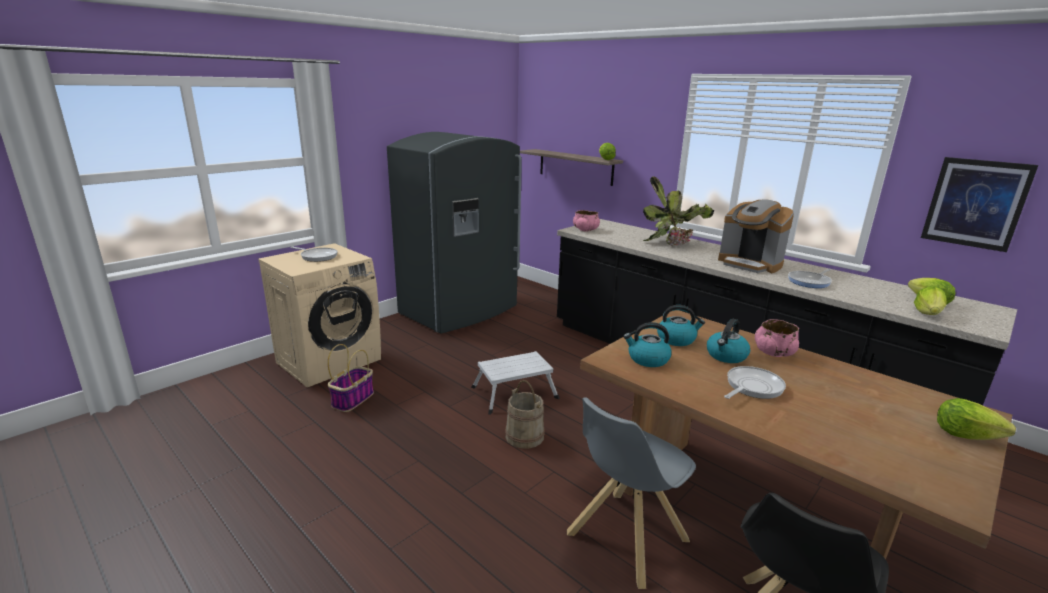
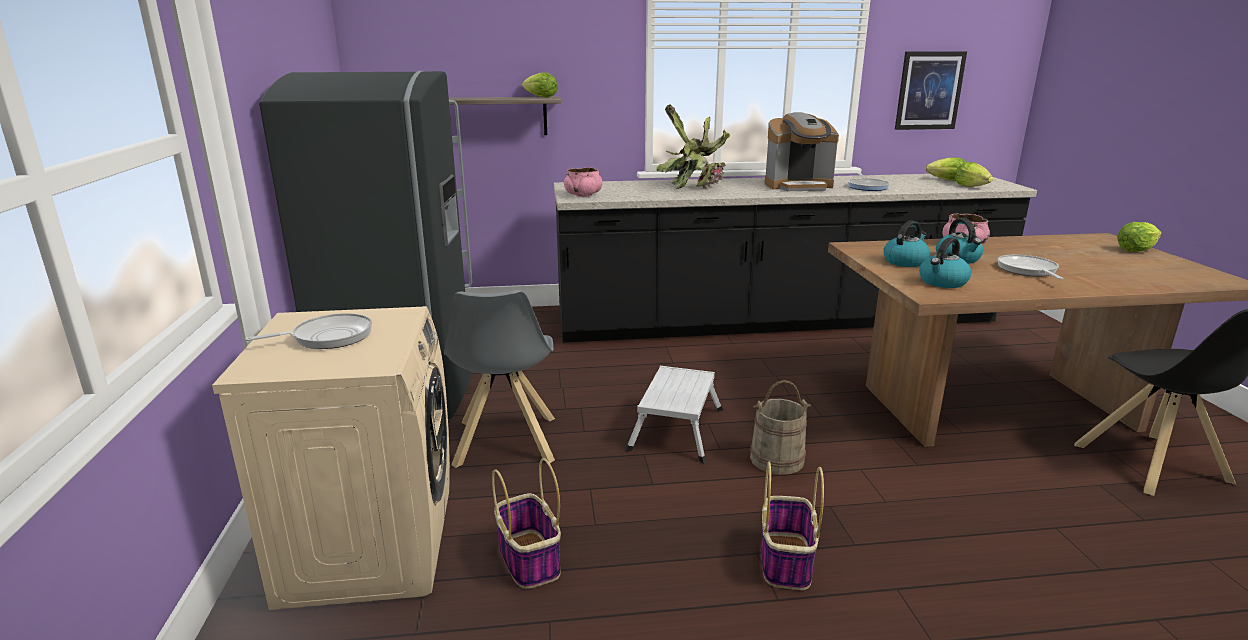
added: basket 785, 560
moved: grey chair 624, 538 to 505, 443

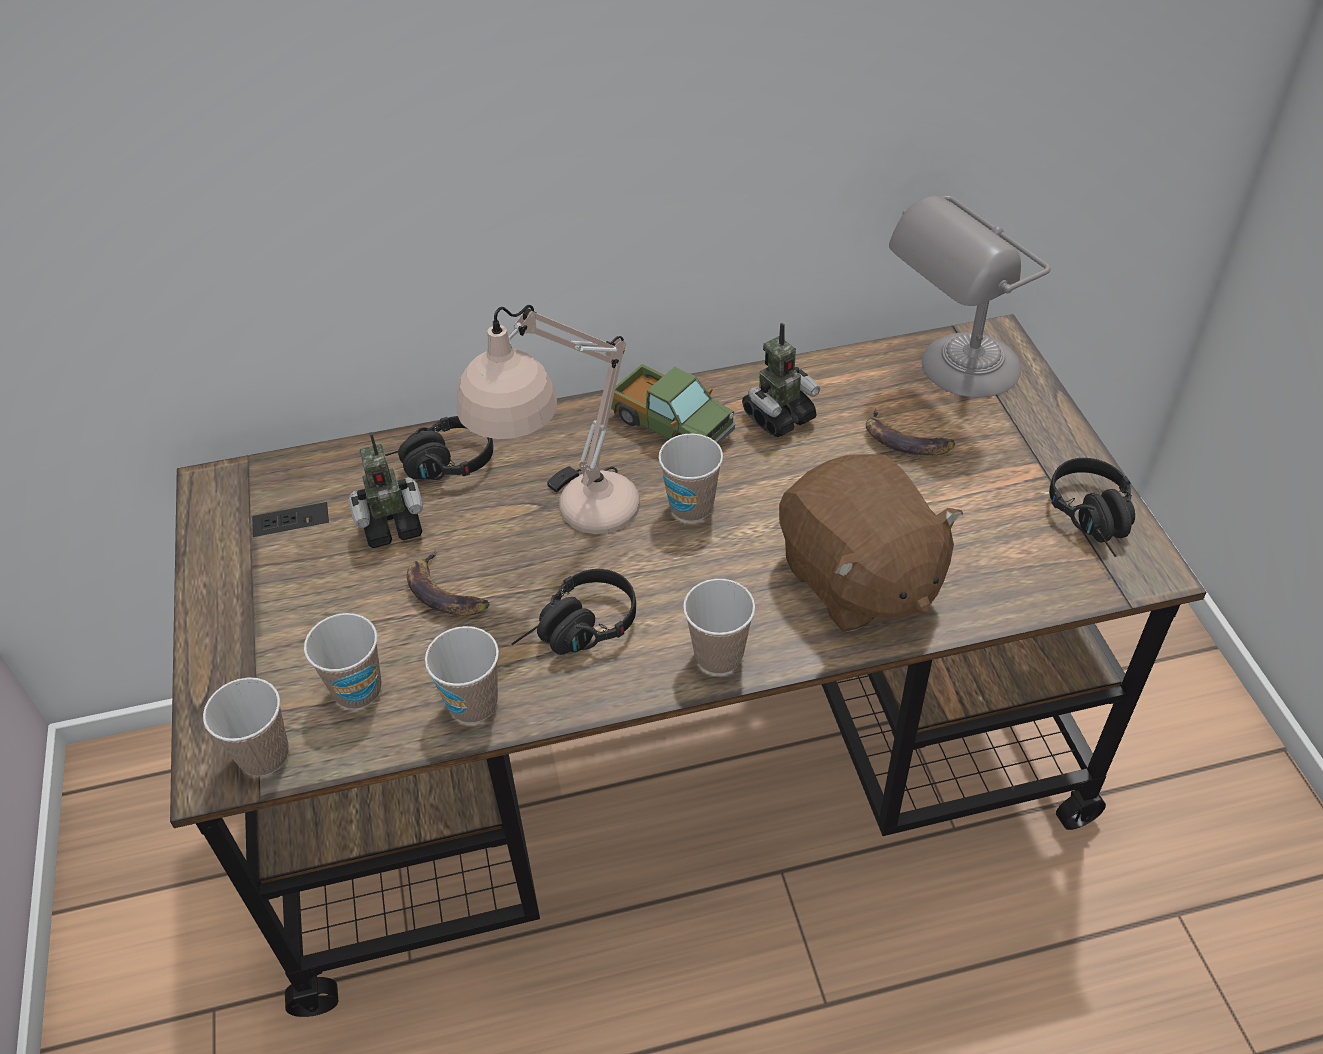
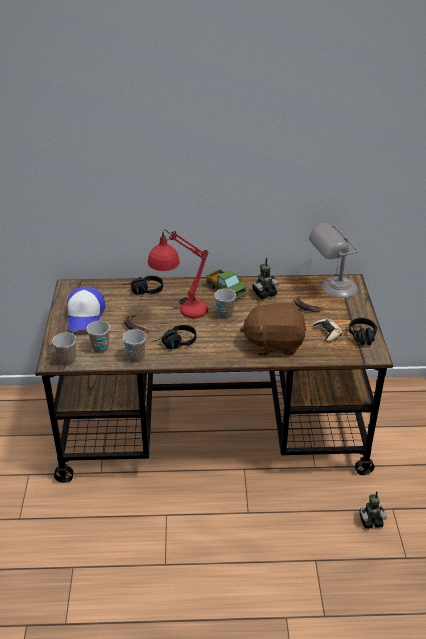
removed: cup 718, 655
added: cap 85, 316; beige game controller 327, 332
moved: toy robot 392, 526 to 370, 520
recoloured: beige table lamp 566, 528 to red table lamp 180, 315
turned: brown plush toy 858, 580 = 274, 343 105 degrees clockwise

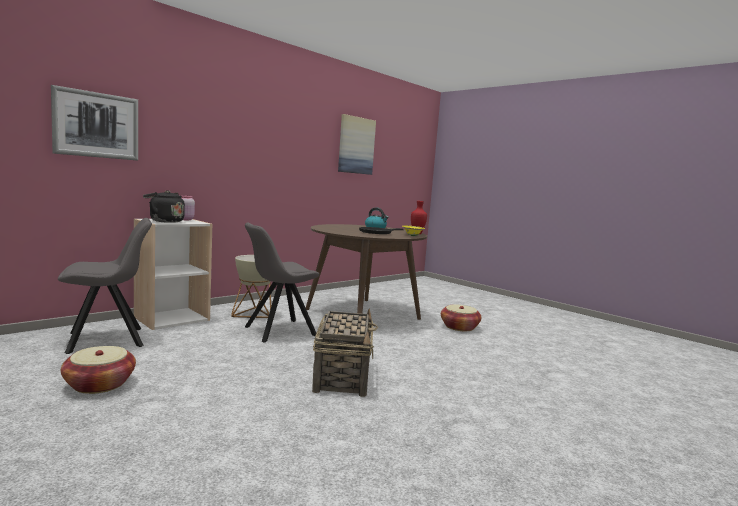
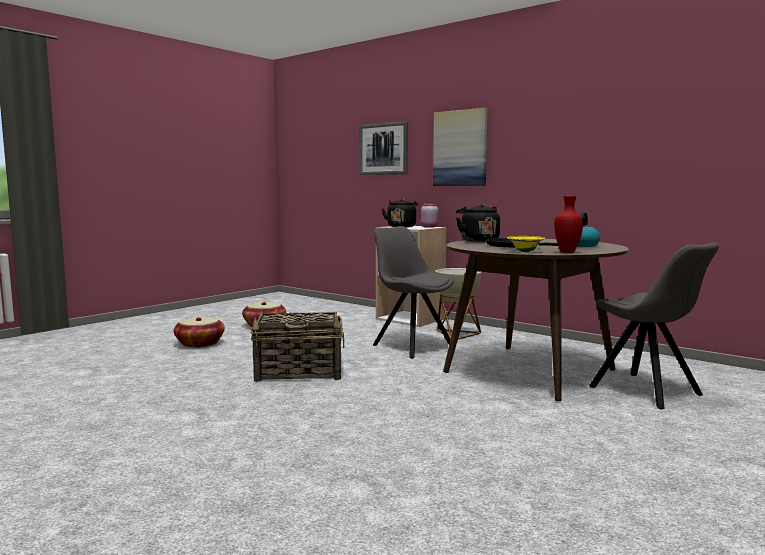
added: black kettle 478, 241
moved: picture 356, 145 to 460, 148; grey chair 107, 340 to 646, 391; basket 459, 327 to 200, 344

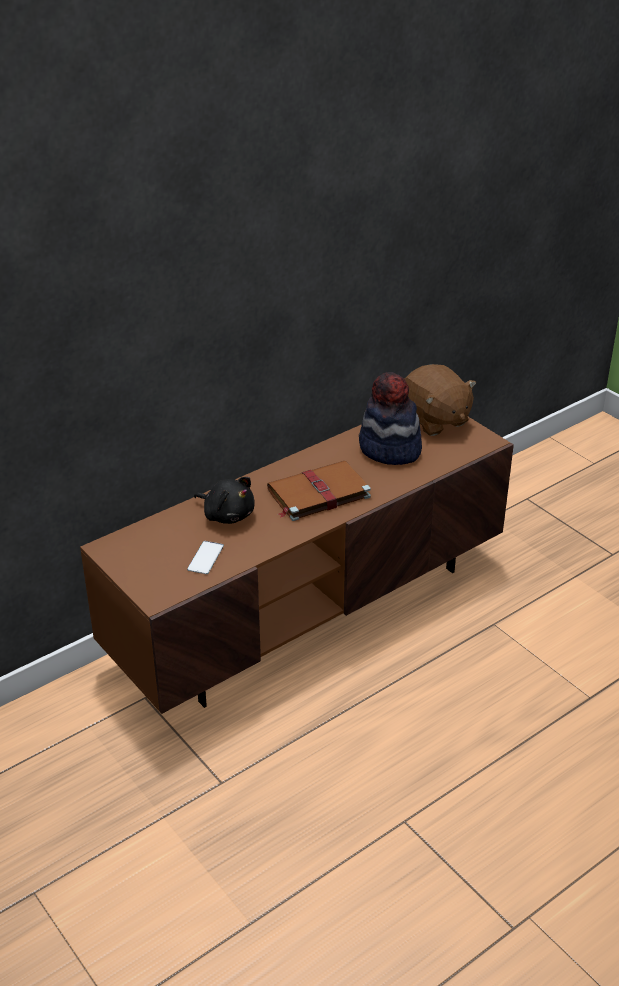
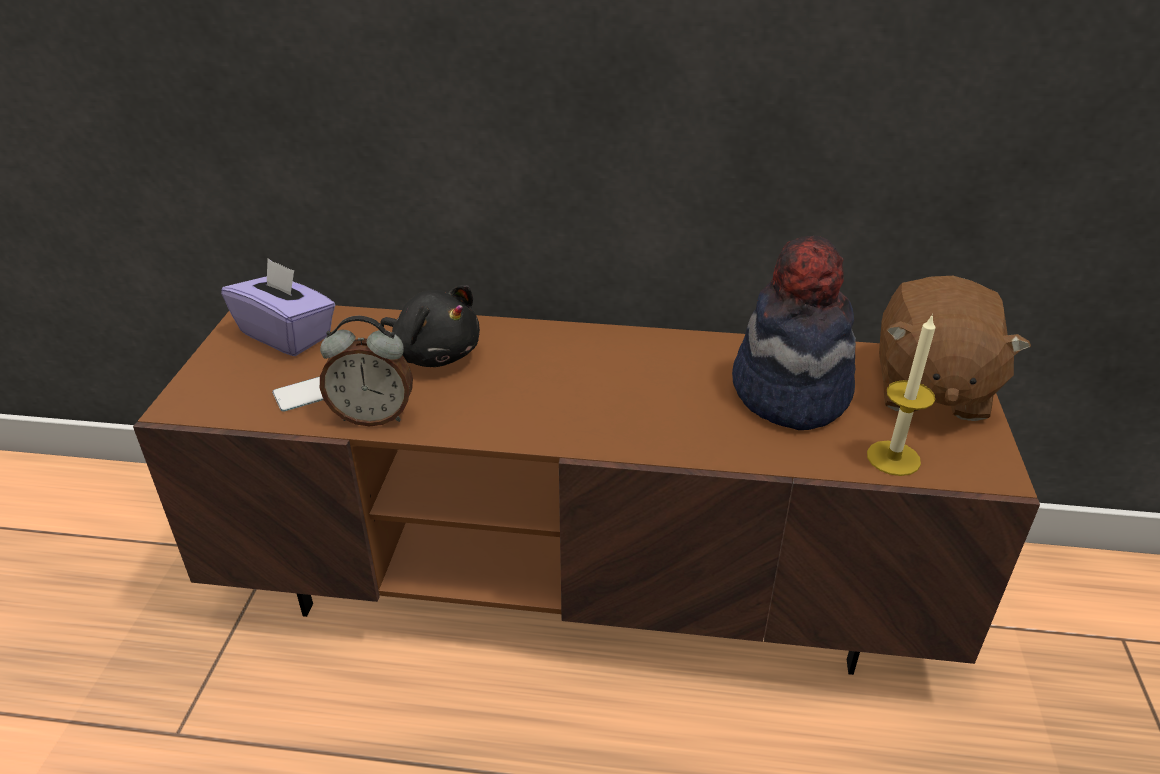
removed: brown book 317, 494
added: purple tissue box 287, 334; candle 893, 458; alarm clock 373, 416
turned: black plush toy 227, 514 = 434, 354 45 degrees counterclockwise

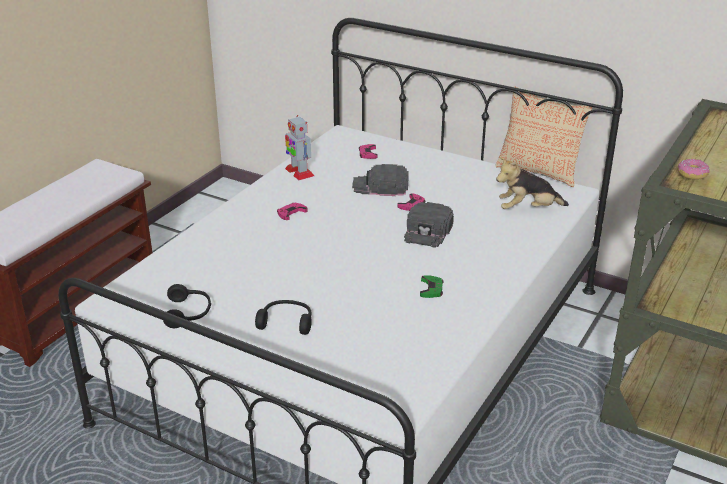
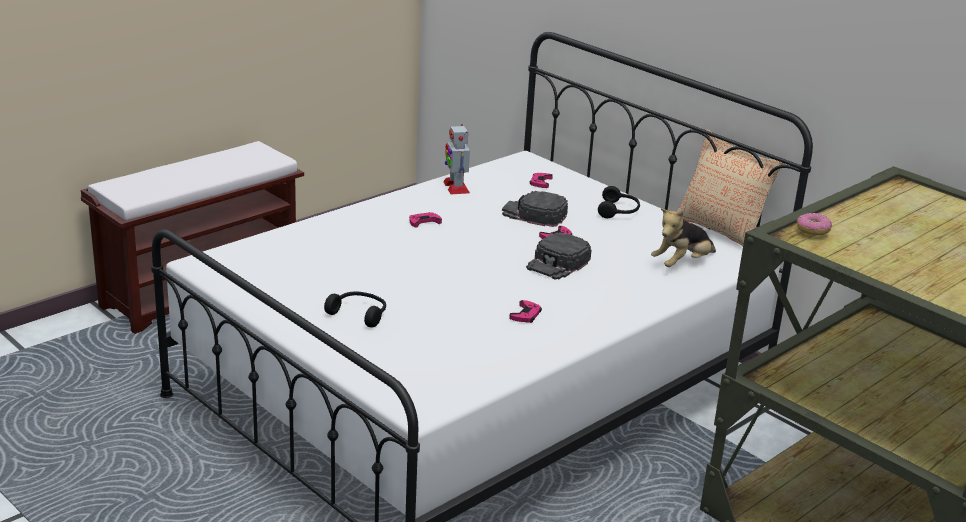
moved: black headphones 189, 313 to 619, 211
recoloured: green game controller 431, 289 to pink game controller 525, 315
turned: plush toy 527, 209 = 682, 264 45 degrees counterclockwise

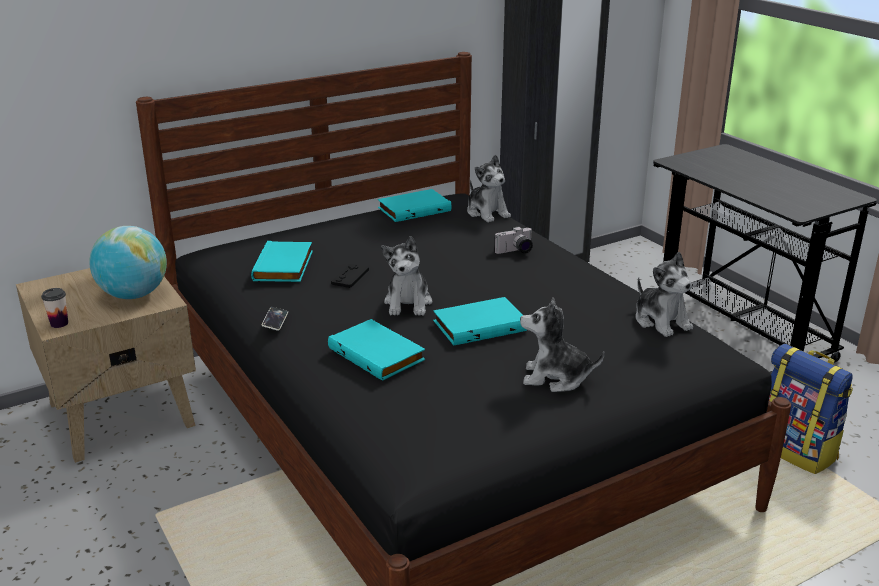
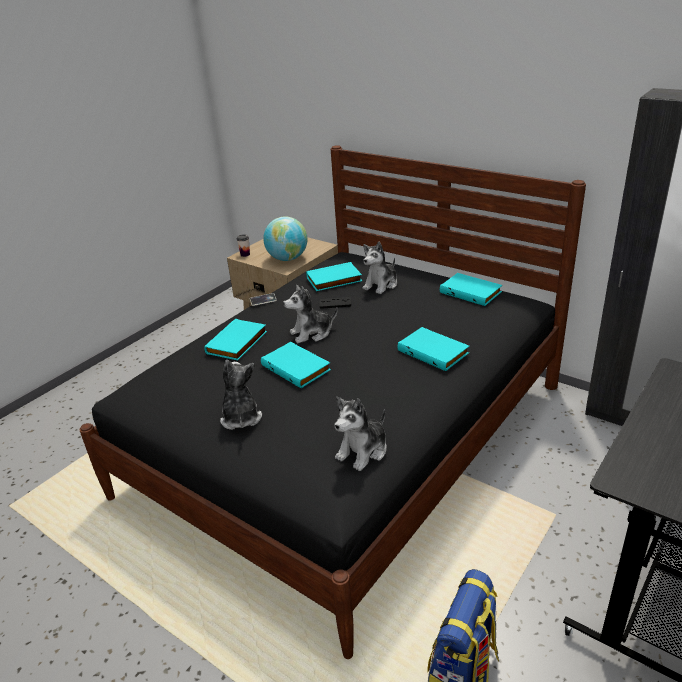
moved: plush toy 487, 213 to 381, 285
replaced: photo camera 515, 251 to turquoise book 434, 351

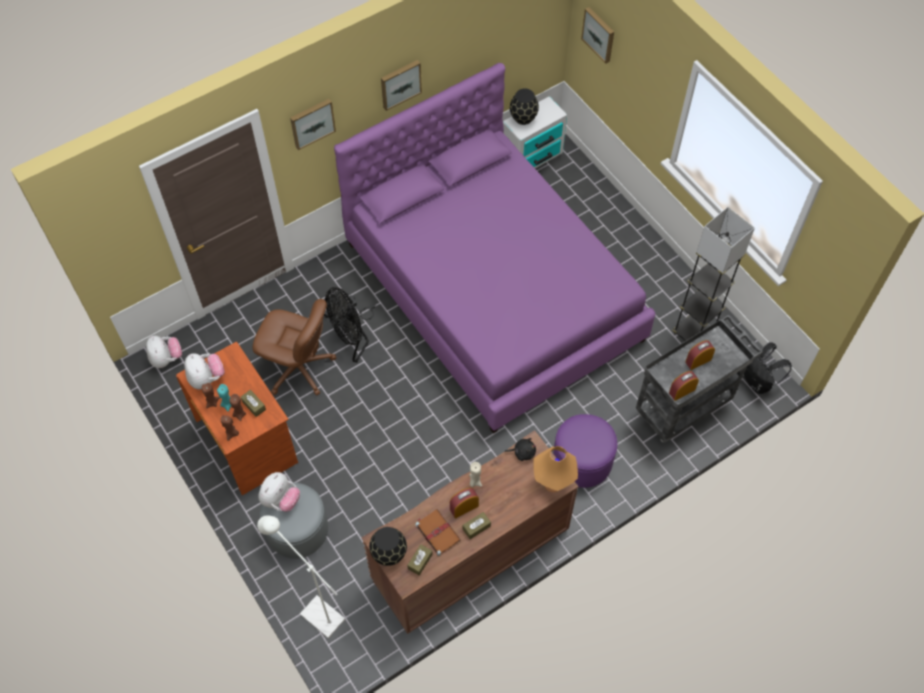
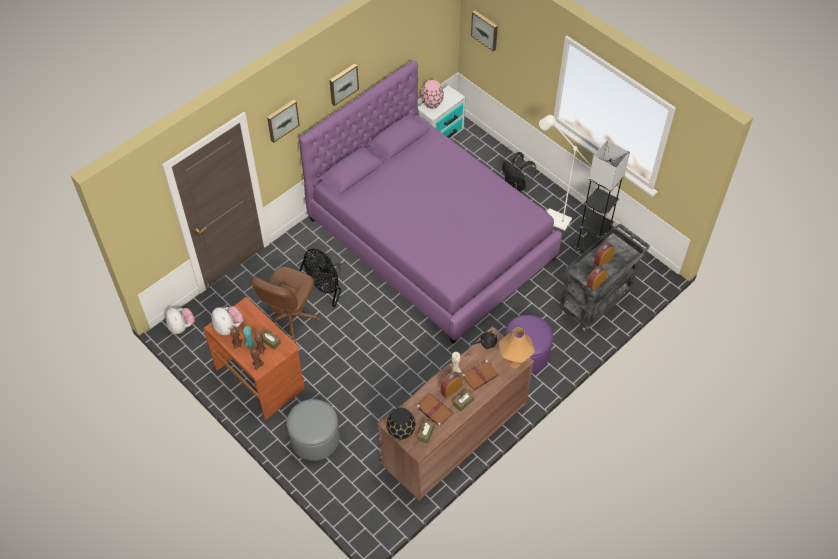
removed: plush toy 280, 500
added: brown book 480, 376
moved: black backpack 758, 382 to 516, 185; white floor lamp 316, 612 to 551, 218
recoloured: black vase 523, 118 to pink vase 431, 103
turned: brown office chair 298, 367 = 289, 318 105 degrees clockwise

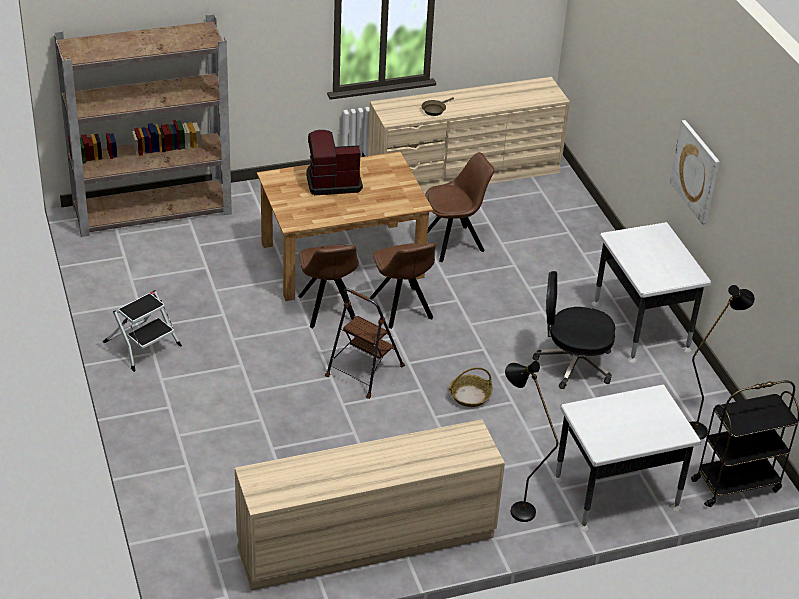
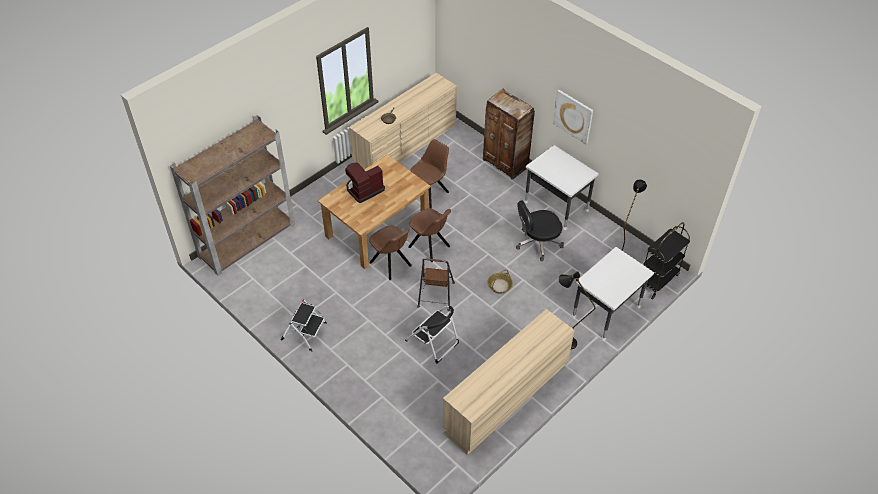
added: brown cabinet 505, 163; step ladder 433, 342

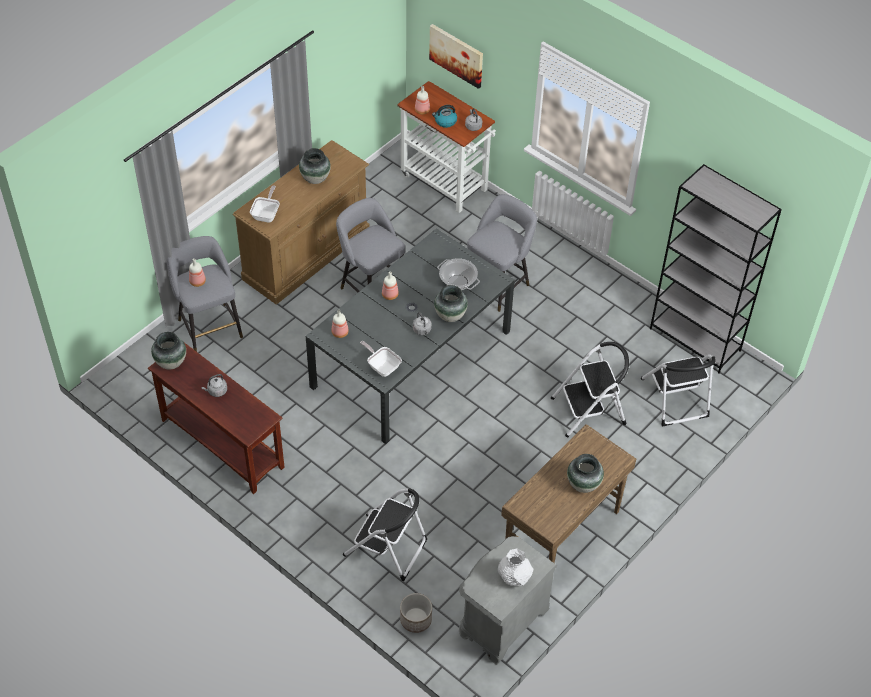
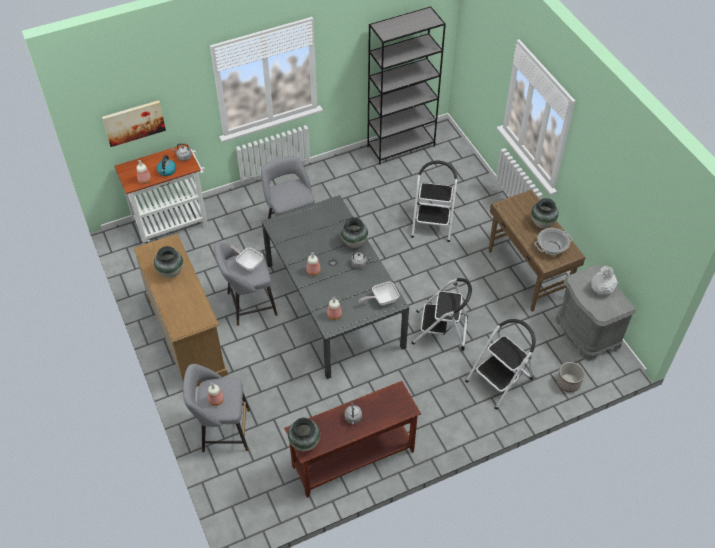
moved: frying pan 267, 214 to 248, 263; cooking pot 458, 282 to 551, 248; step ladder 675, 399 to 442, 331

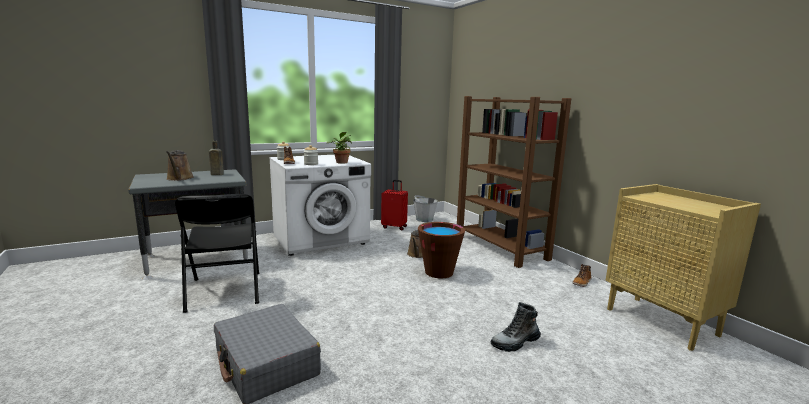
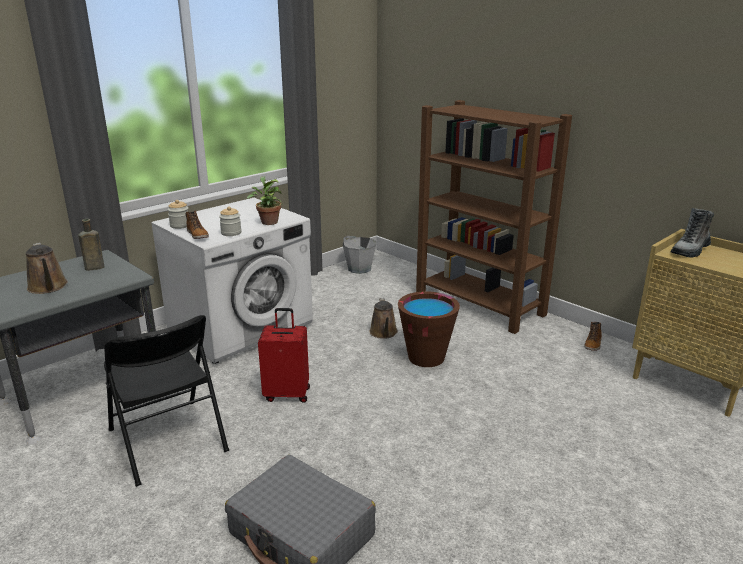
moved: red suitcase 394, 227 to 287, 394; boot 515, 343 to 690, 250

